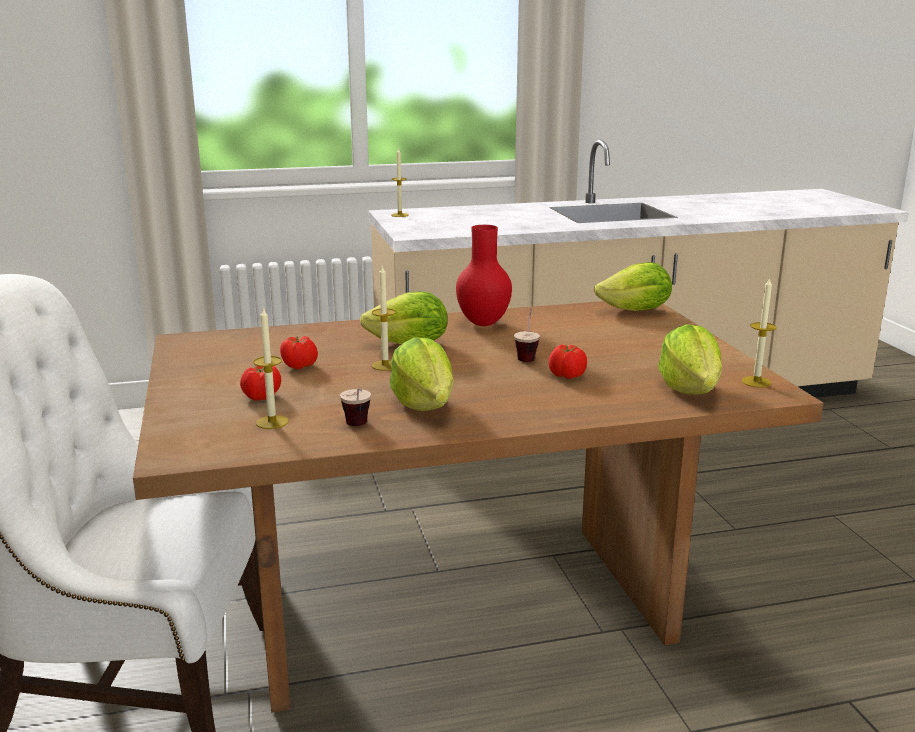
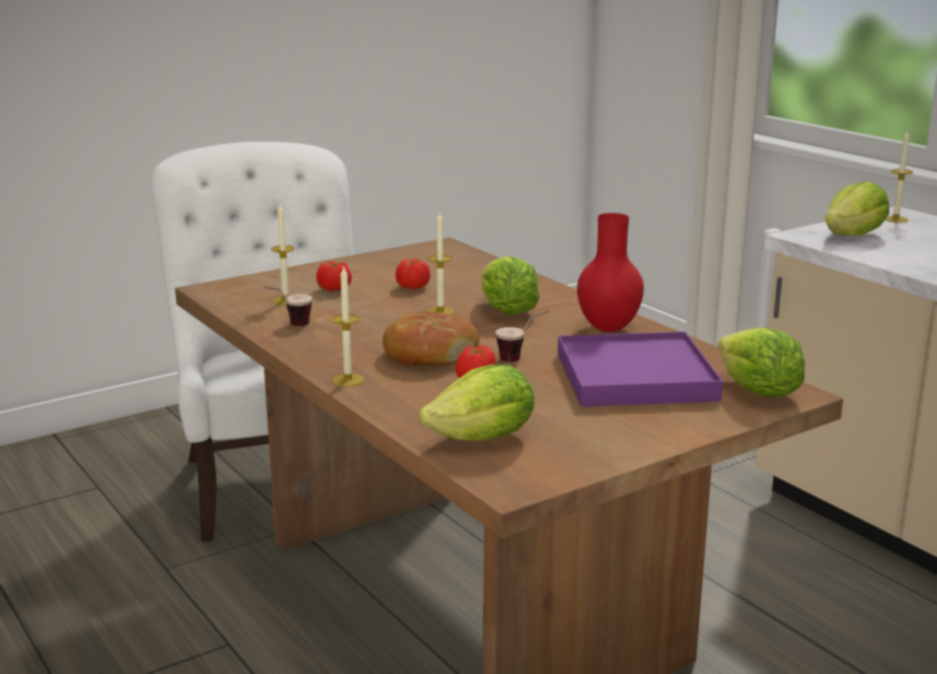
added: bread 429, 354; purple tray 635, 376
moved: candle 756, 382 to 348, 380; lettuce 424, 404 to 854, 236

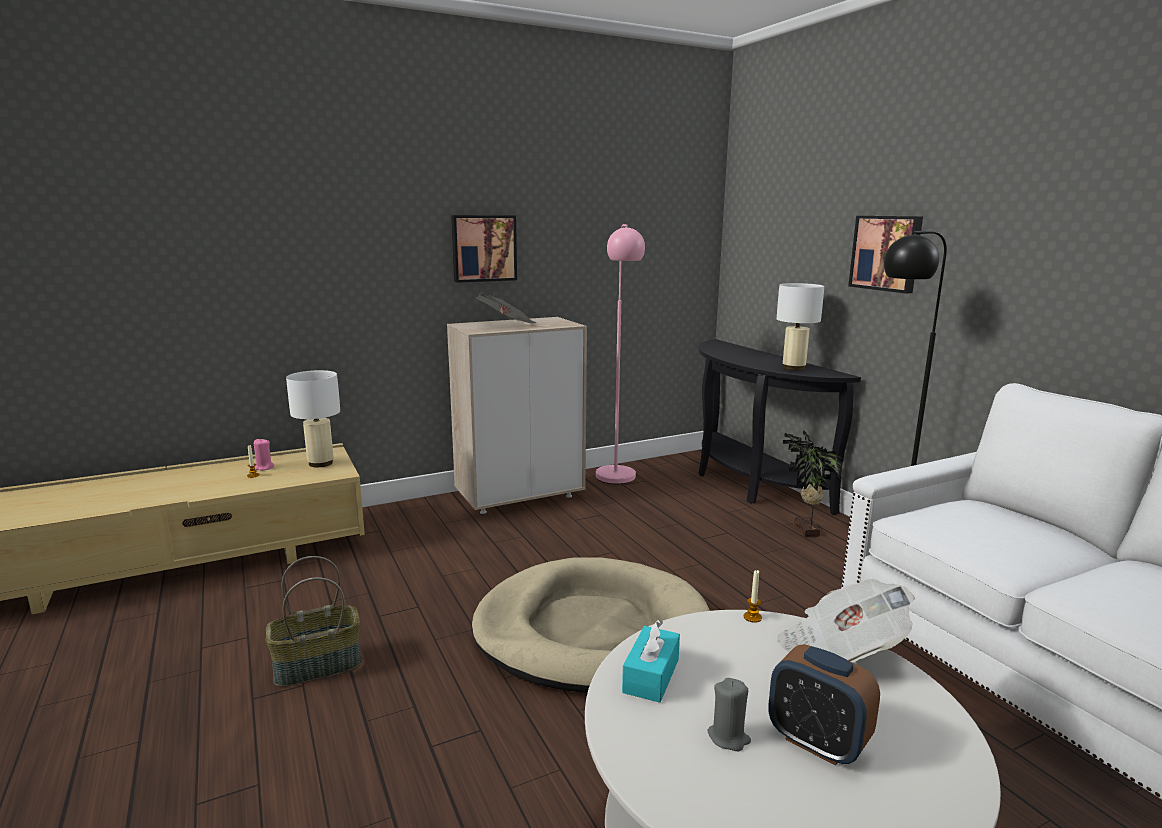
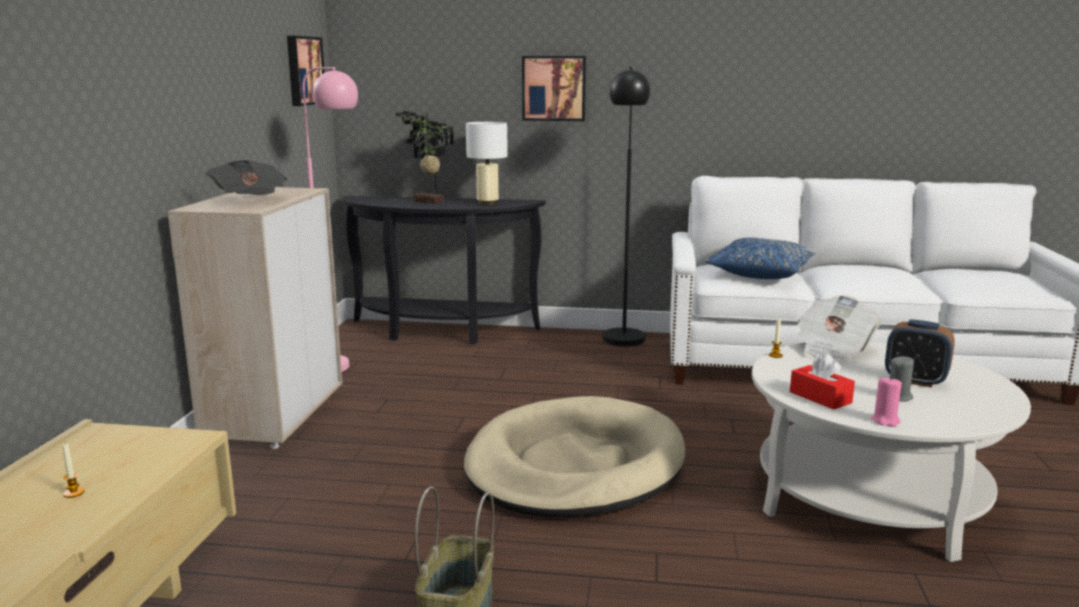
removed: white table lamp 321, 463
added: blue pillow 760, 274
moved: picture 483, 248 to 303, 70; potted plant 804, 530 to 428, 201; pink candle 264, 467 to 885, 421
recoloured: turquoise tissue box 651, 676 to red tissue box 820, 397
turned: alarm clock 817, 743 = 915, 381 45 degrees clockwise

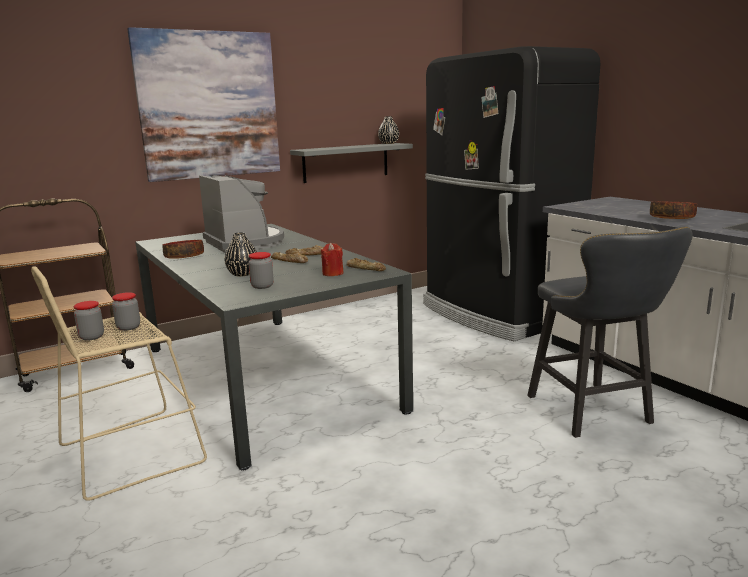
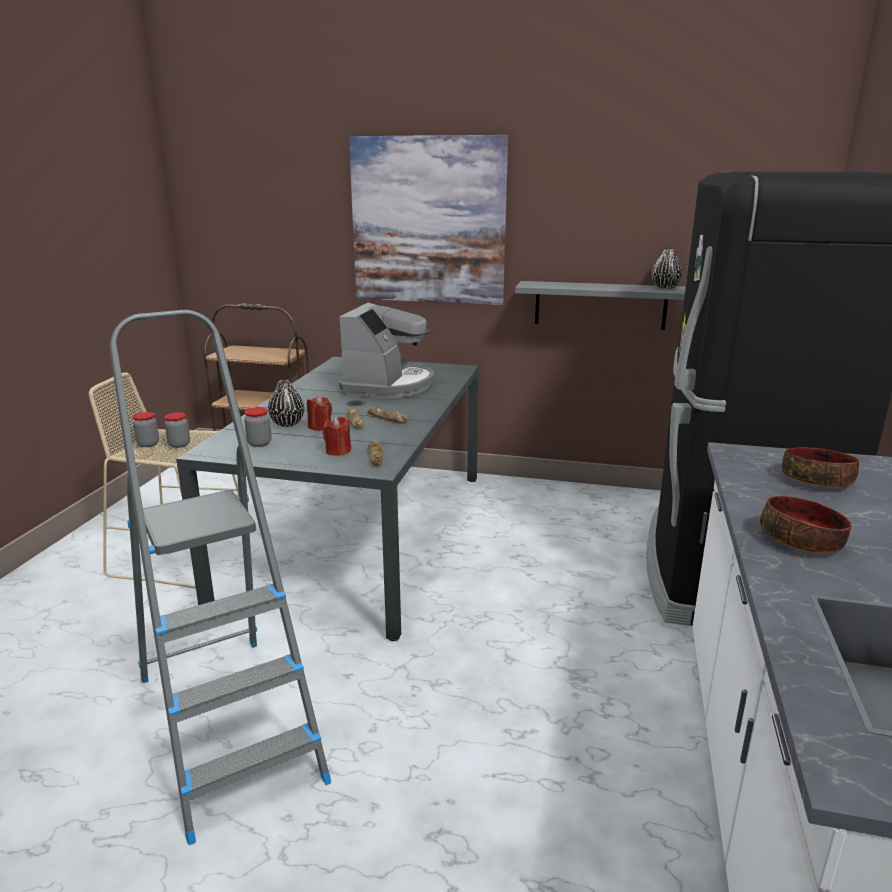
removed: grey stool 596, 415
added: grey step ladder 228, 726; red candle 320, 427
moved: bowl 185, 257 to 817, 480

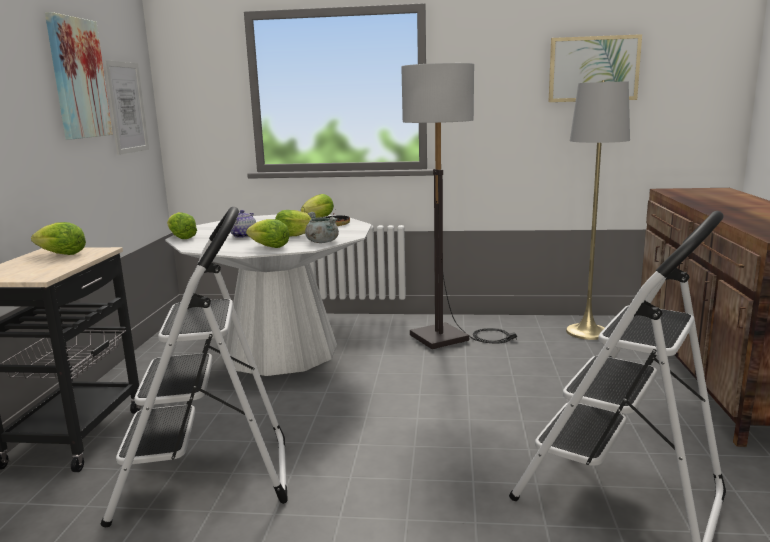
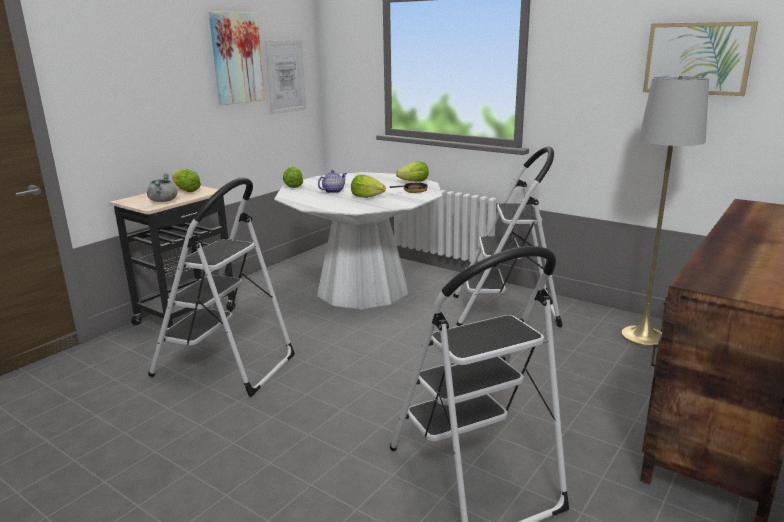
removed: lettuce 269, 247
moved: grey cooking pot 322, 242 to 163, 201
replaced: floor lamp 455, 338 to step ladder 508, 312

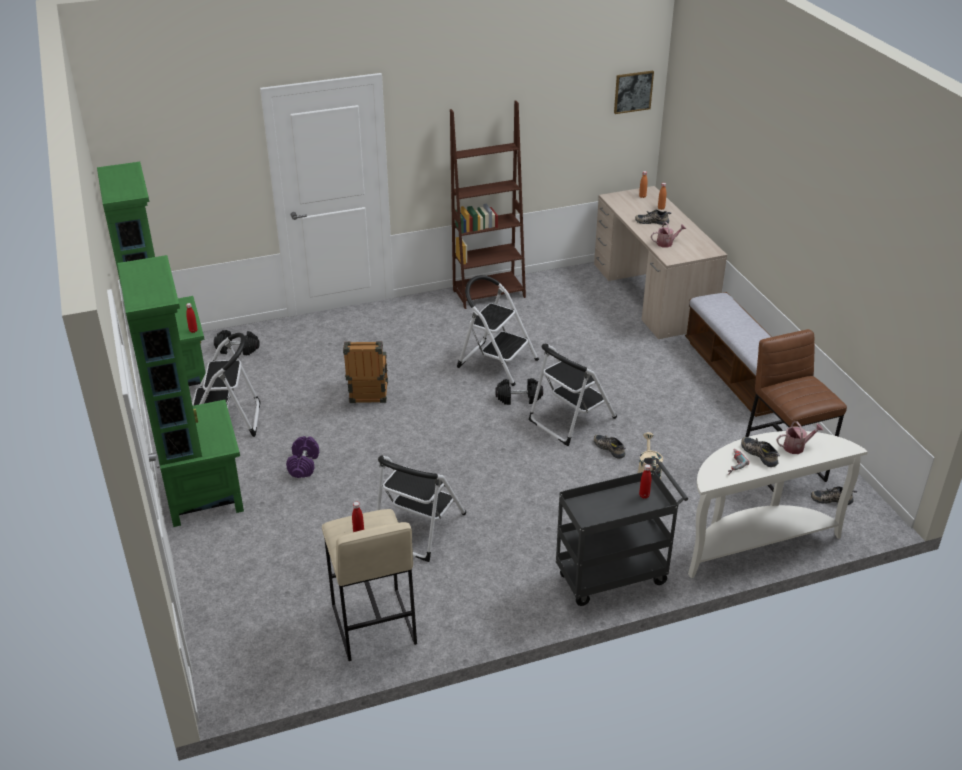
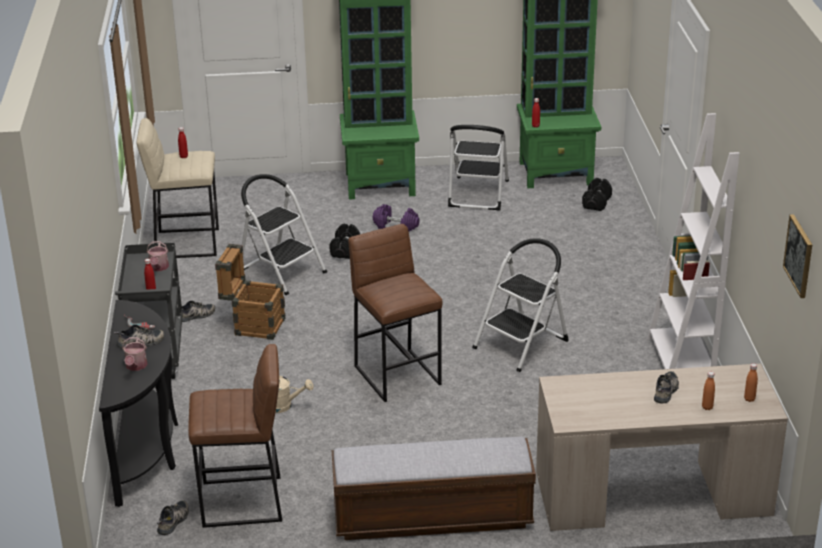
moved: watering can 667, 243 to 158, 268; crate 368, 396 to 253, 325; black dumbbell 519, 398 to 345, 250; shoe 610, 448 to 196, 316
replaced: step ladder 570, 420 to brown stool 396, 374
recoloured: brown bookcase 489, 293 to white bookcase 680, 360; white console table 755, 542 to black console table 147, 448

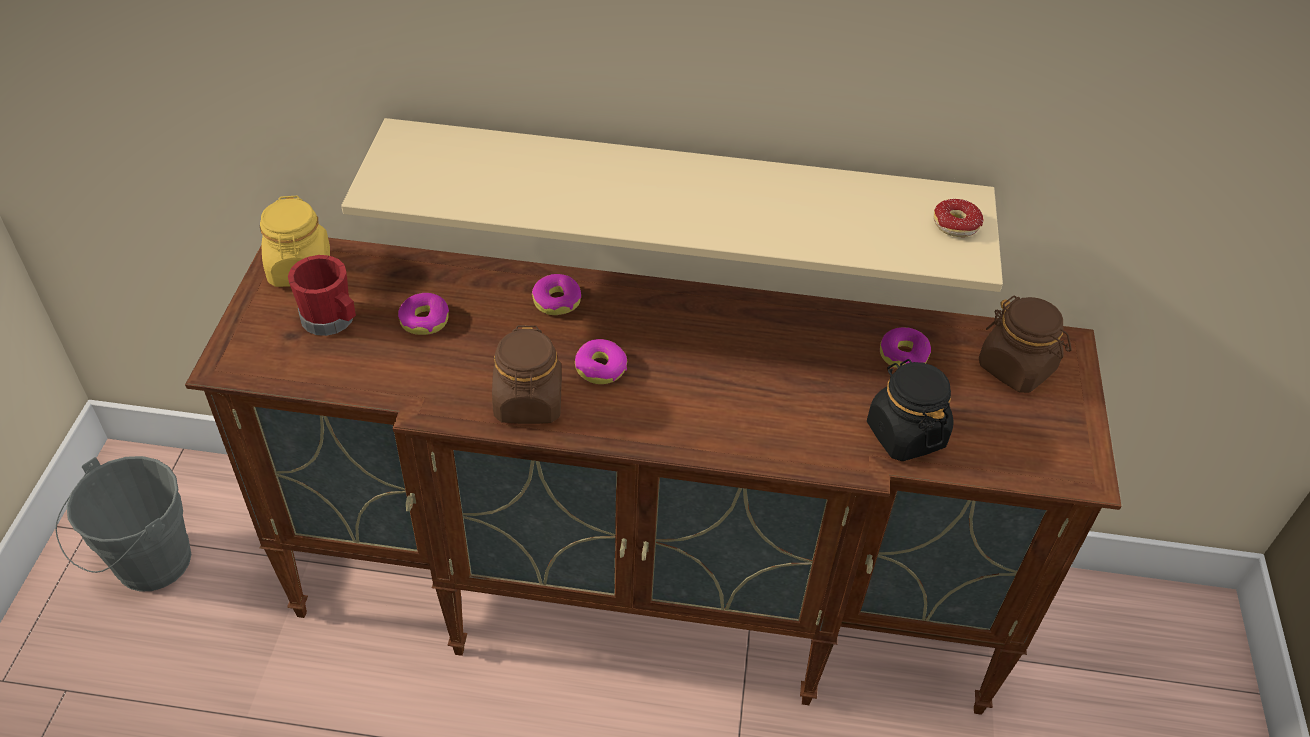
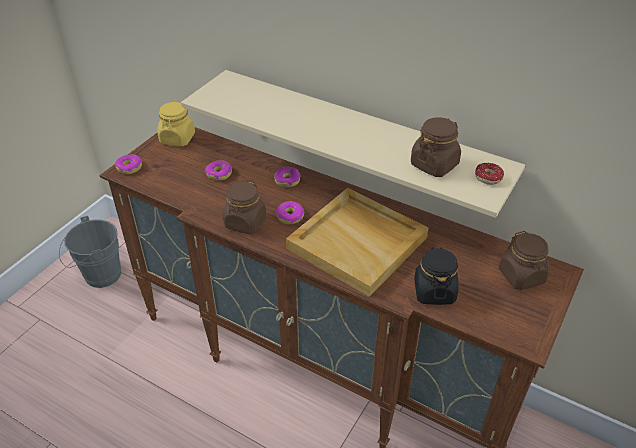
removed: red mug 332, 321
added: brown jar 434, 164; beige tray 358, 243
moved: donut 903, 355 to 129, 167

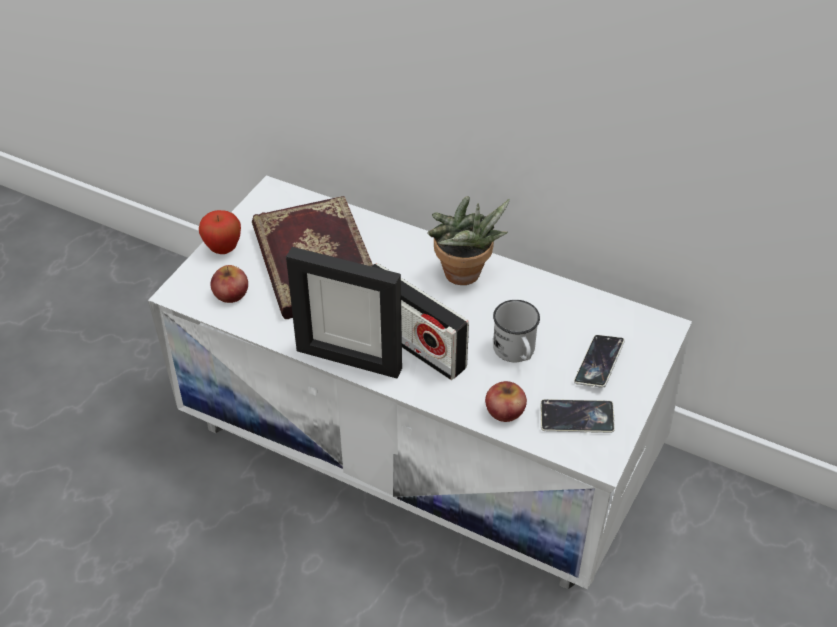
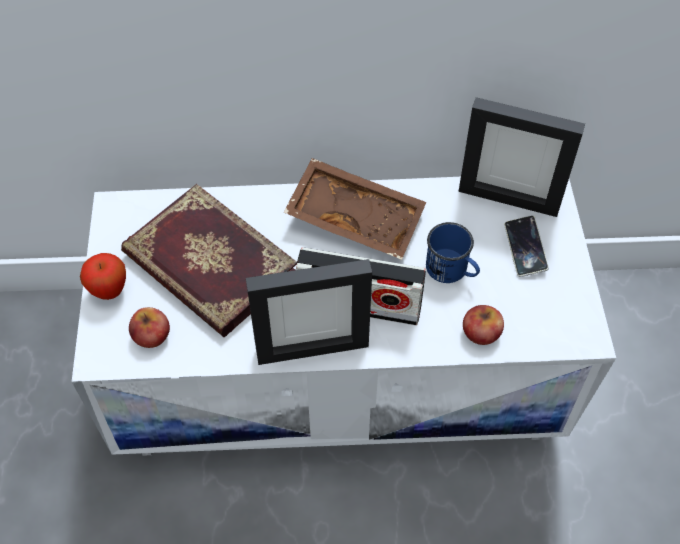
removed: phone 576, 419
added: picture frame 509, 197
replaced: potted plant 464, 277 to brown tray 356, 217
recoloured: white mug 516, 352 to blue mug 451, 270

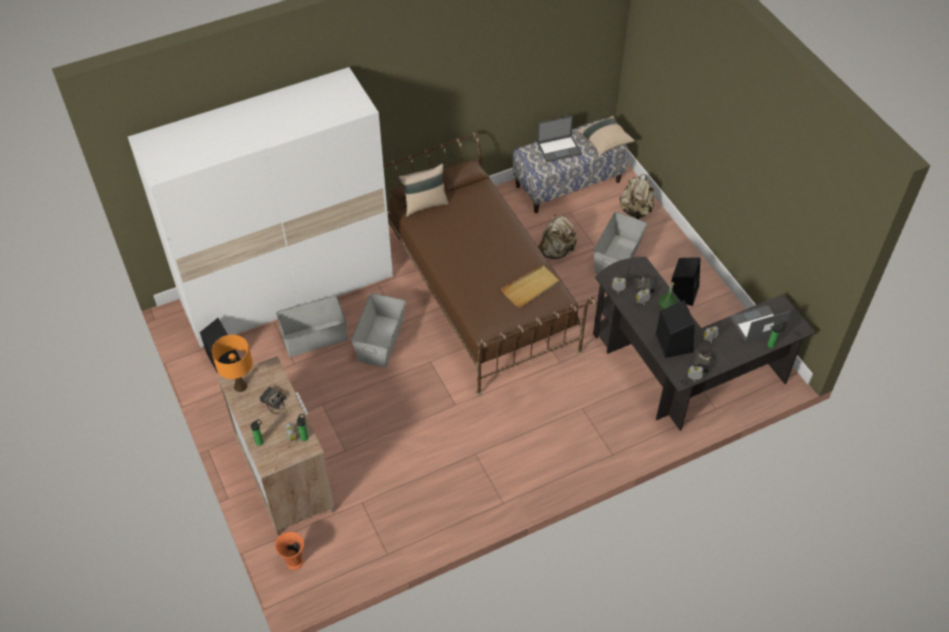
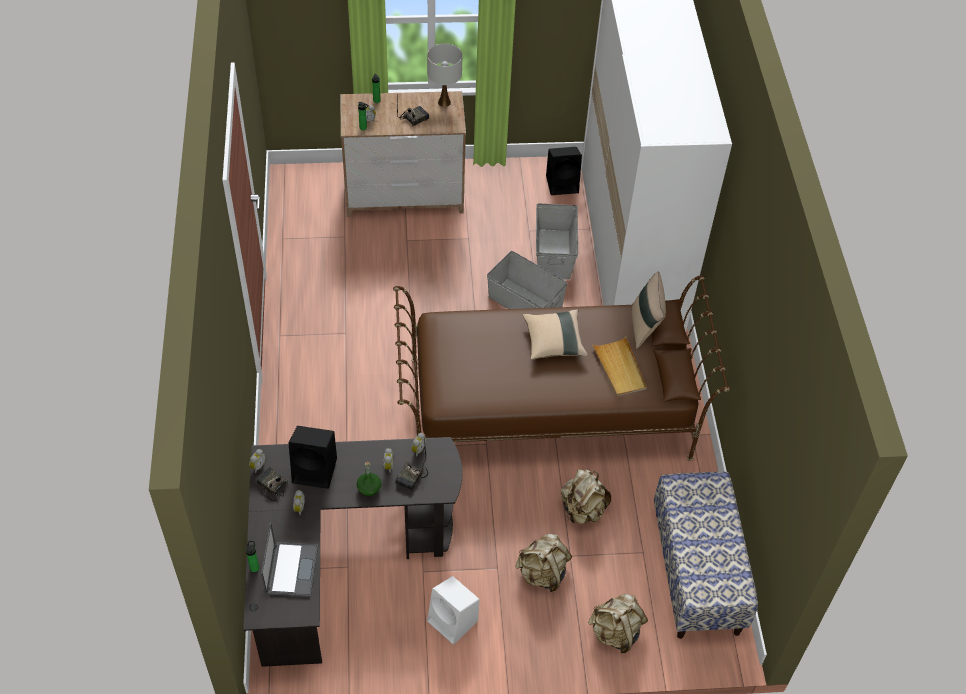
removed: laptop 559, 148; orange vase 294, 562
moved: beige pillow 605, 142 to 554, 342; beige tray 531, 287 to 619, 368
replaced: grey storage box 618, 257 to beige backpack 542, 573
recoloured: black speaker 683, 292 to white speaker 453, 621; orange table lamp 240, 386 to white table lamp 444, 102

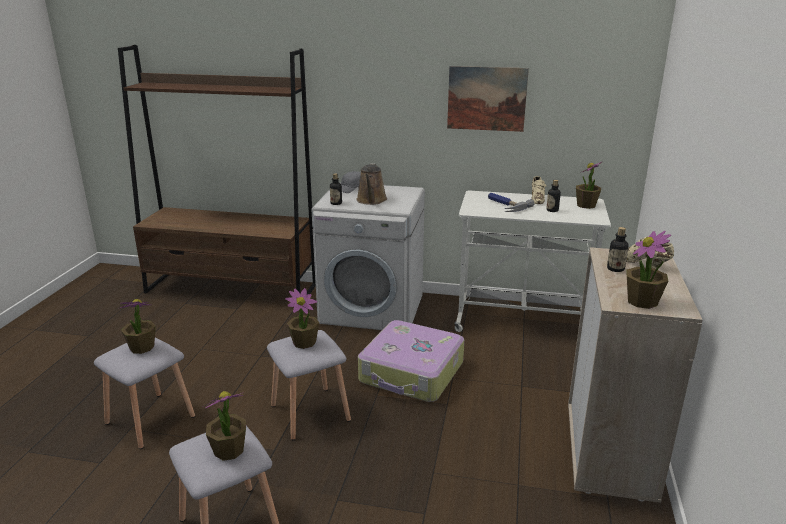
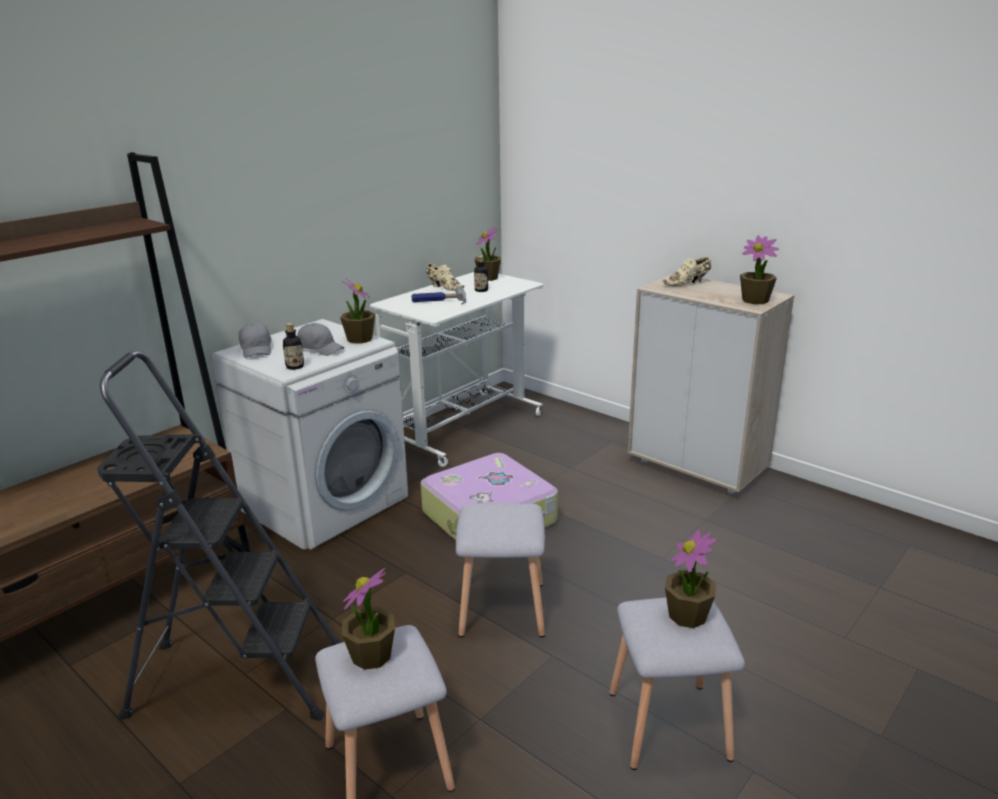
removed: picture 486, 98; bottle 615, 269
added: step ladder 234, 678
moved: potted plant 304, 342 to 359, 339
replaced: brown watering can 371, 200 to grey cap 320, 348

